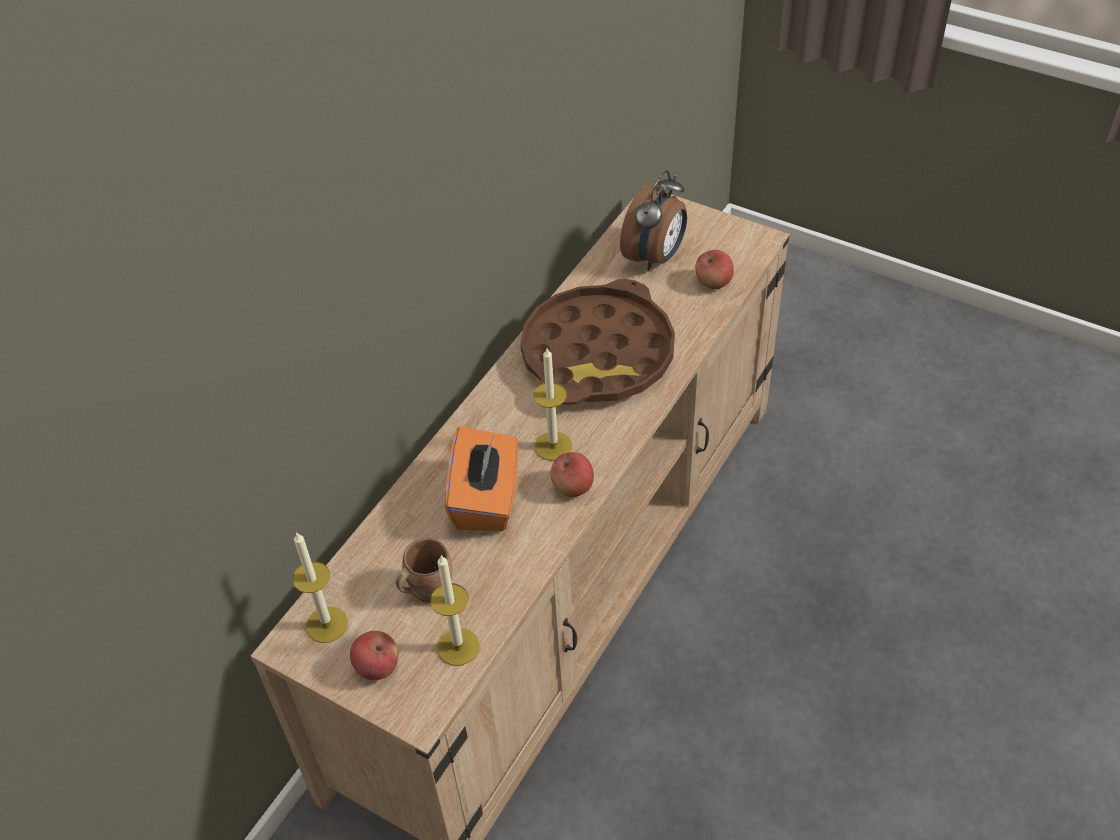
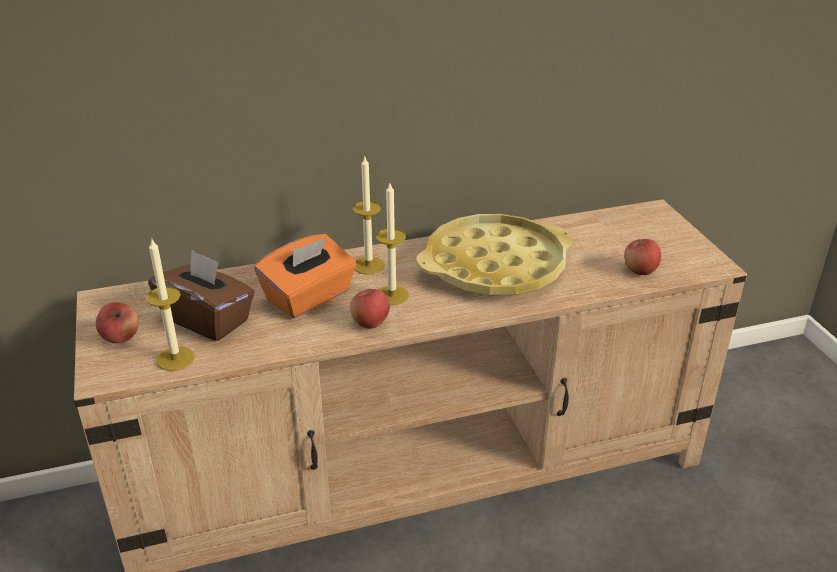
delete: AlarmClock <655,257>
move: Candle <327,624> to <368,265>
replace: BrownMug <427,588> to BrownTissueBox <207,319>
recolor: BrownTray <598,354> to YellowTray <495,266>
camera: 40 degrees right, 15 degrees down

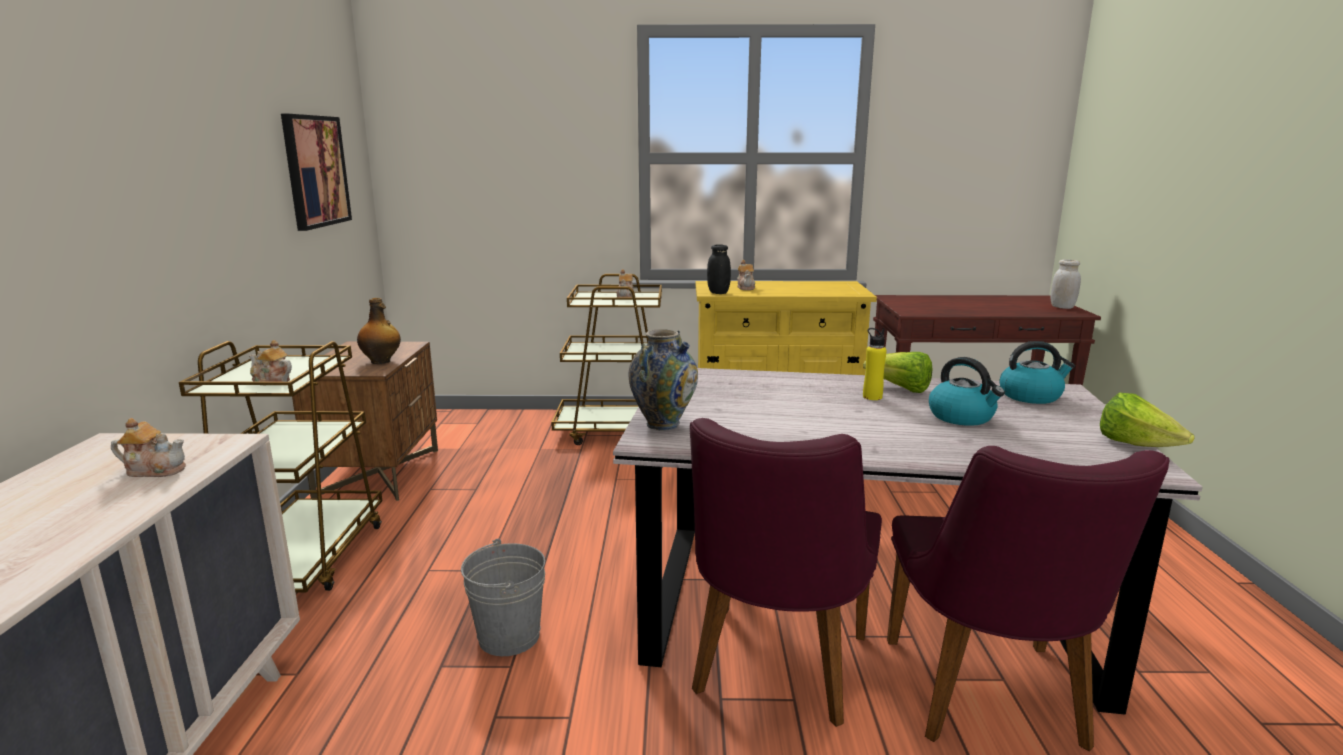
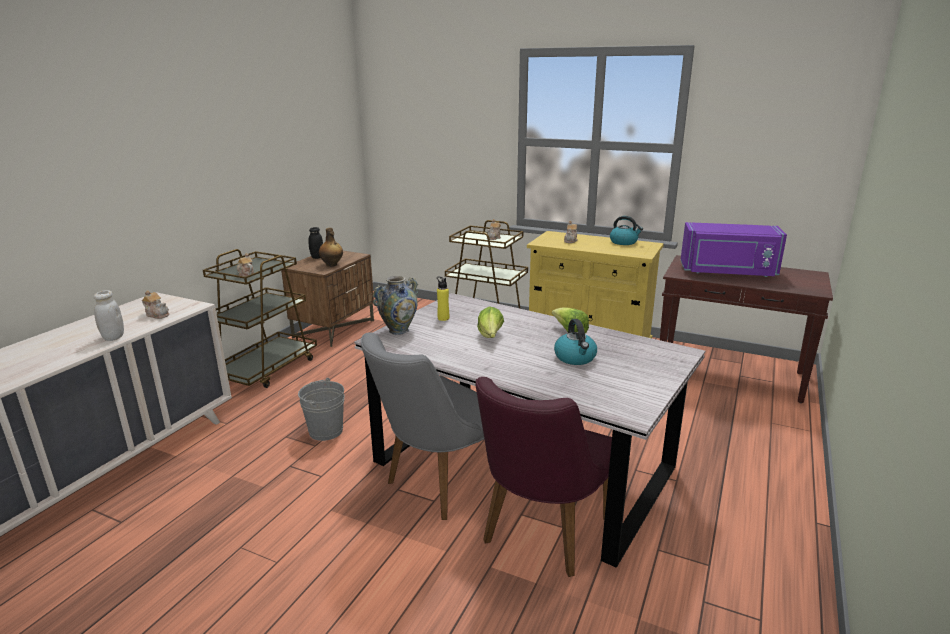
delete: Picture <315,171>
insert: PurpleMicrowave <728,272>
move: BlackJar <718,293> to <317,257>; YellowBottle <872,397> to <443,318>; Kettle <1031,396> to <624,242>; WhiteJar <1062,307> to <113,337>; Lettuce <1136,446> to <490,337>
recolor: PurpleChair <774,673> to GreyChair <437,485>
camera: 25 degrees right, 5 degrees up

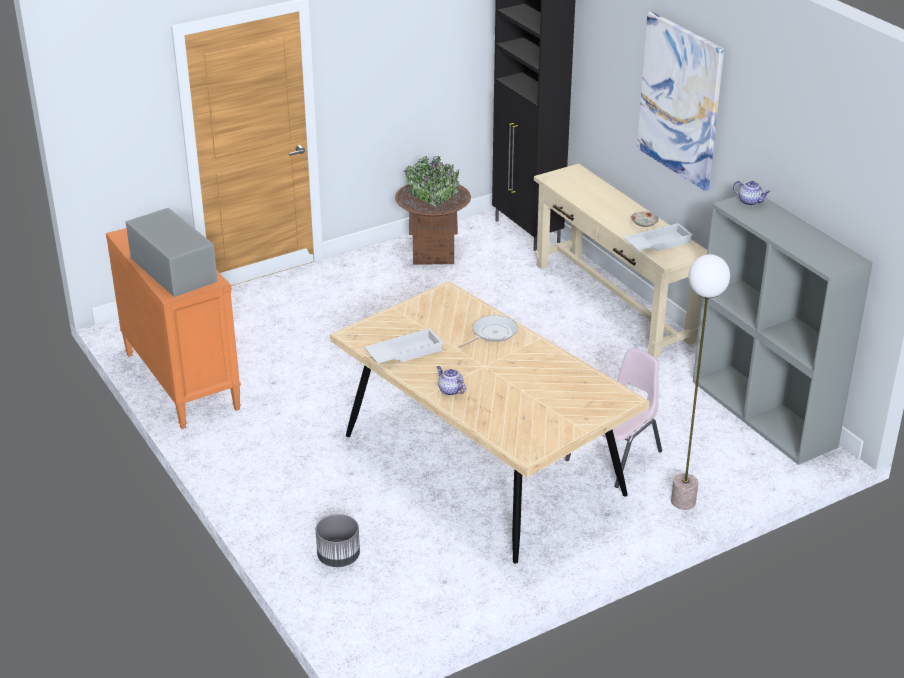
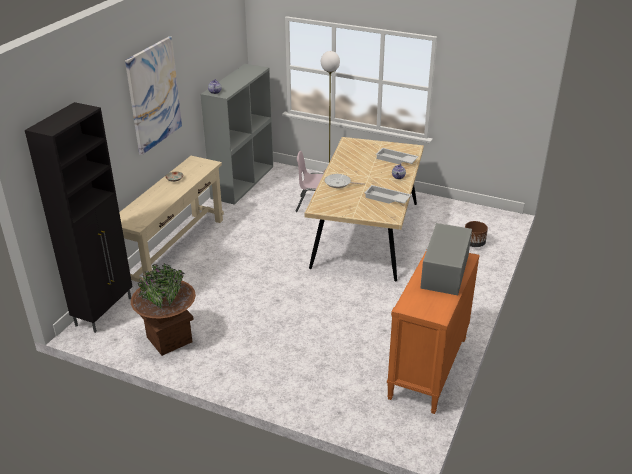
move: WhiteTray <657,243> to <396,160>
recolor: GreyPlanter <338,557> to BrownPlanter <474,244>
camera: 125 degrees left, 0 degrees up

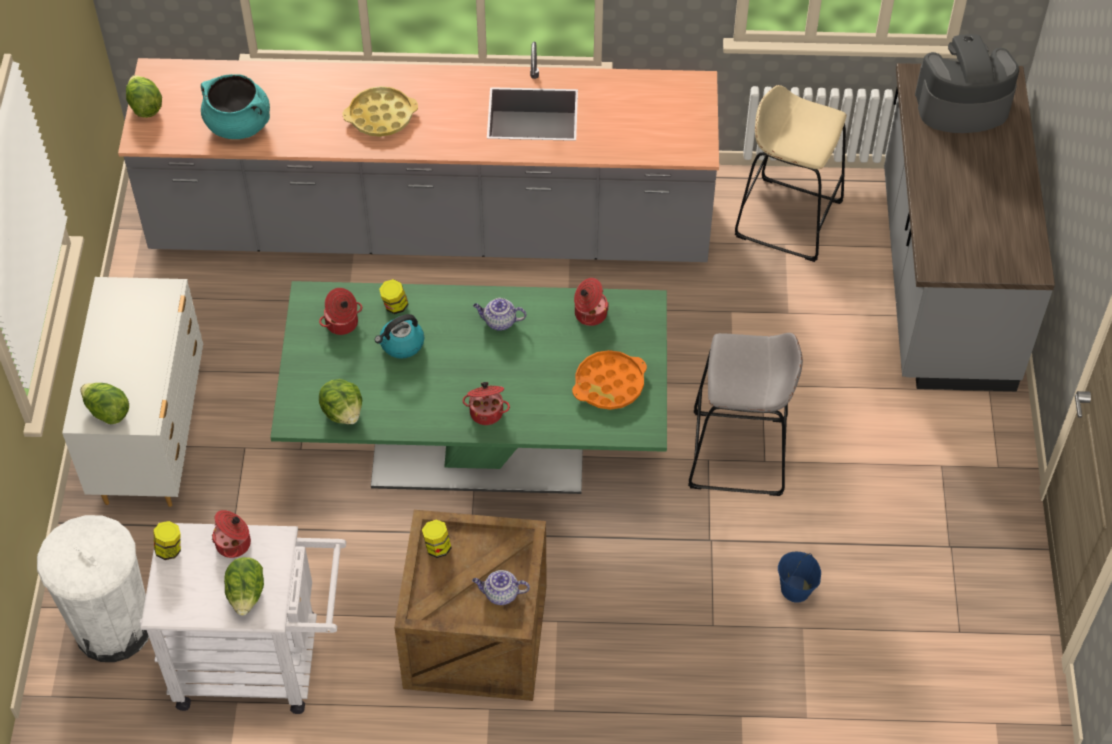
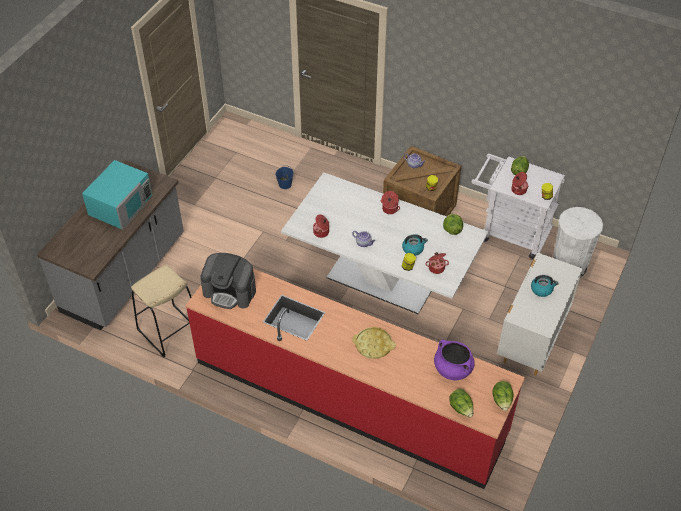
delete: OrangeTray <609,384>; GreyStool <738,454>
insert: TurquoiseMicrowave <121,204>; Kettle <542,289>
move: Lettuce <107,412> to <461,408>; CoffeeMachine <961,105> to <230,291>
recolor: GreyCounter <431,227> to RedCounter <349,397>; TurquoiseCookingPot <239,125> to PurpleCookingPot <452,369>; GreenDiningTable <478,449> to WhiteDiningTable <382,279>
camera: 155 degrees left, 5 degrees down

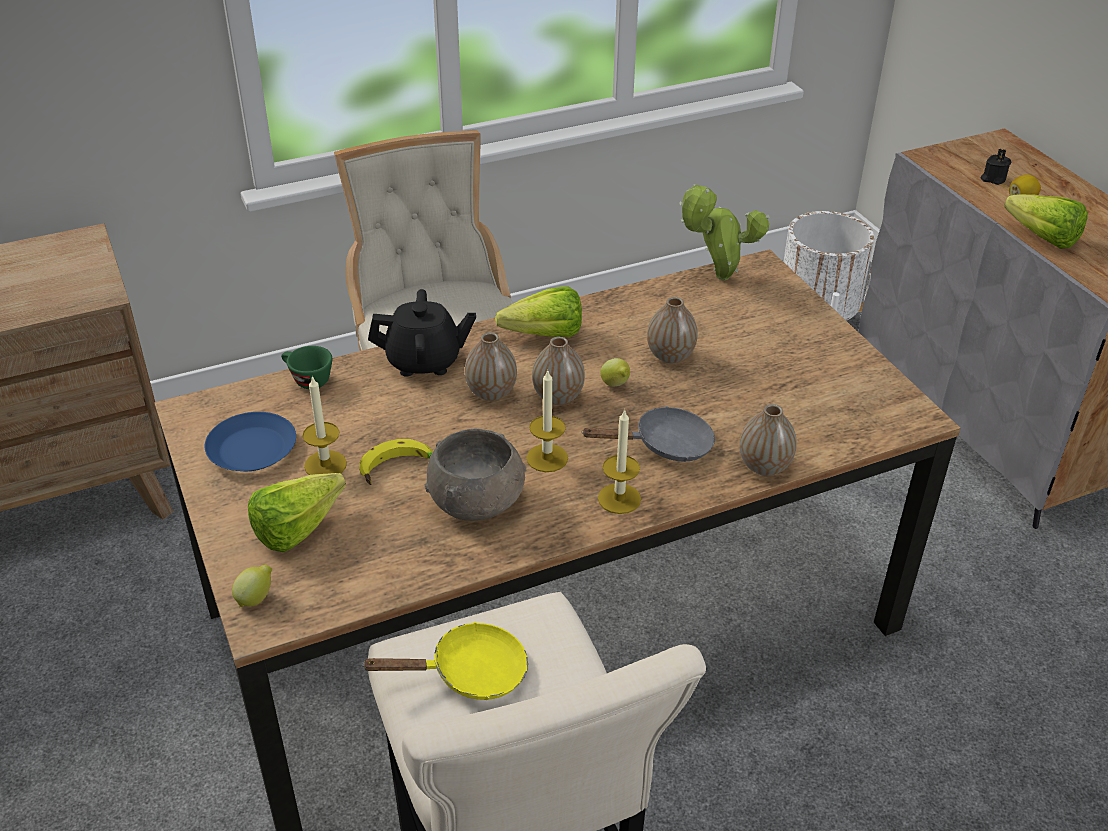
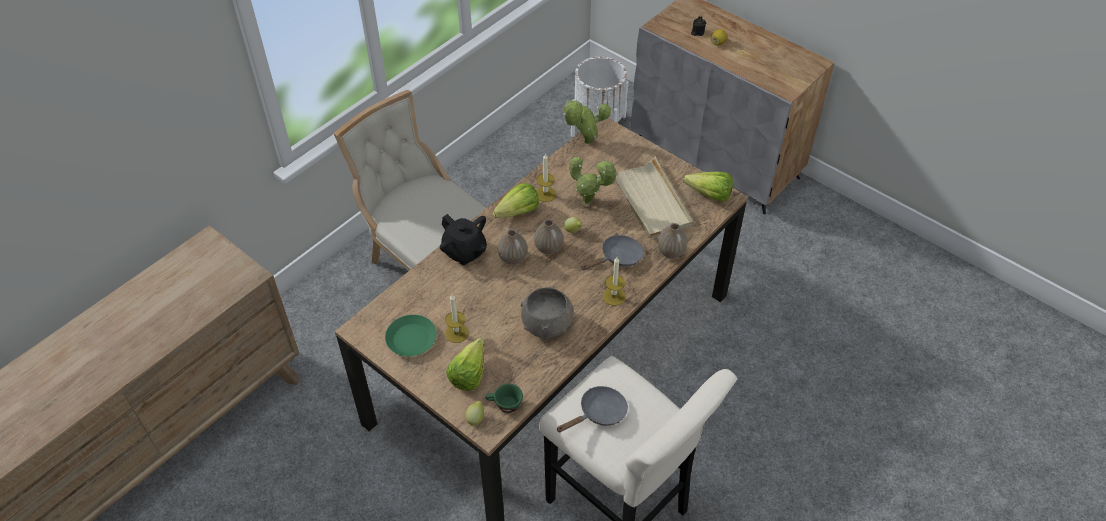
delete: Banana <397,469>
insert: BeigeTray <650,200>
move: GreenCup <307,379> to <504,405>; Candle <547,458> to <545,194>; Lettuce <1037,235> to <706,193>
replace: Vase <670,356> to PottedPlant <590,202>
recolor: BluePlate <252,449> to GreenPlate <411,338>; YellowFryingPan <469,673> to GreyFryingPan <599,413>
rotate: BlackTeapot <424,361> = <465,252> 75 degrees clockwise
camera: 25 degrees left, 10 degrees up

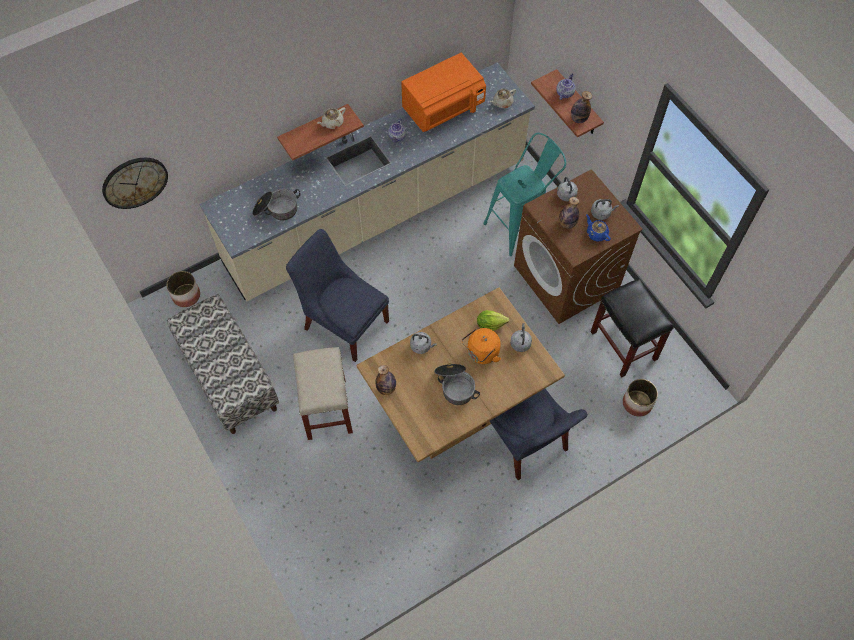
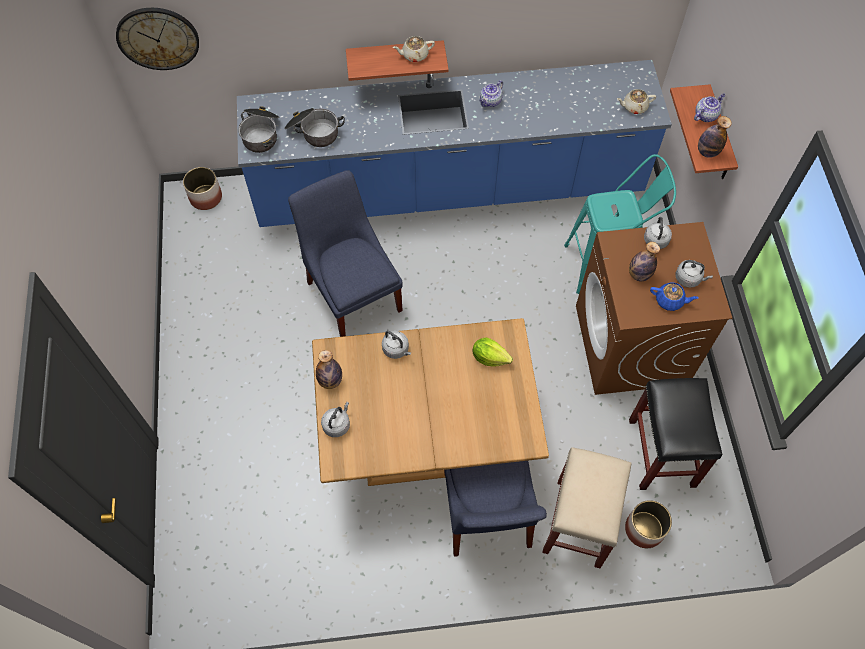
delete: Bench <228,377>; OrangeMicrowave <443,109>; OrangeKettle <481,353>
move: BeigeStool <326,408> to <578,521>; CookingPot <455,386> to <261,134>; GreyKettle <520,343> to <337,424>
recolor: BeigeCounter <377,215> to BlueCounter <449,190>
rotate: BlueTeapot <596,233> = <670,301> 120 degrees clockwise
camera: 25 degrees right, 0 degrees up

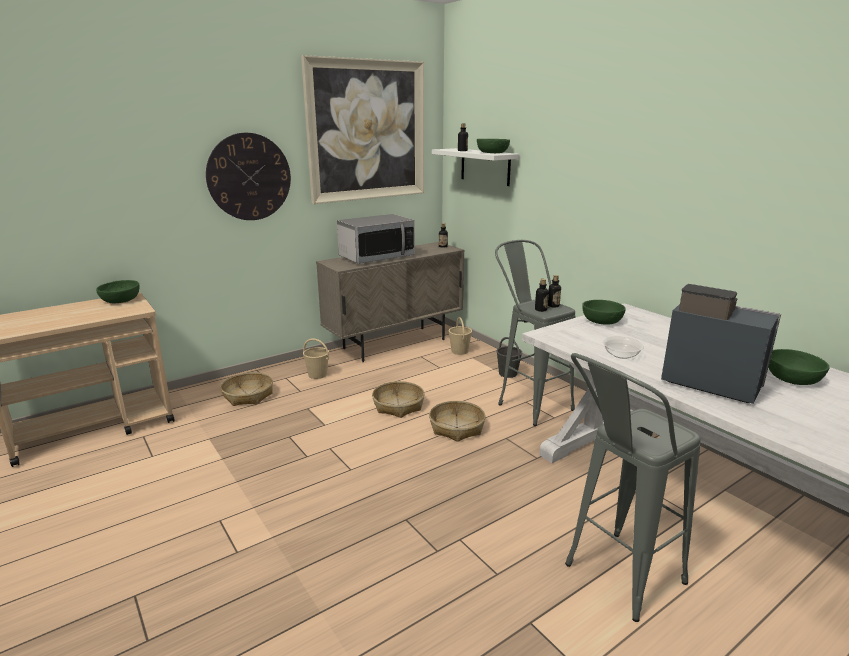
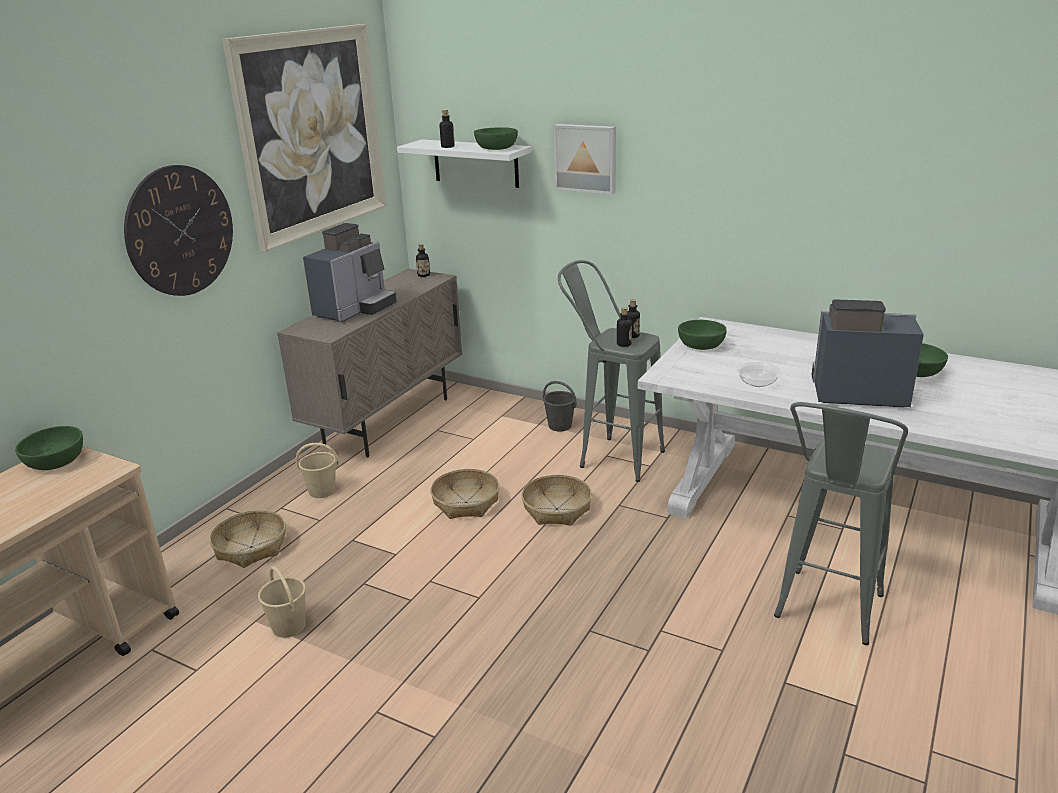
insert: Picture <586,158>
move: BeigeBucket <459,351> to <289,627>
replace: Microwave <376,257> to CoffeeMachine <355,309>
camera: 25 degrees left, 5 degrees up

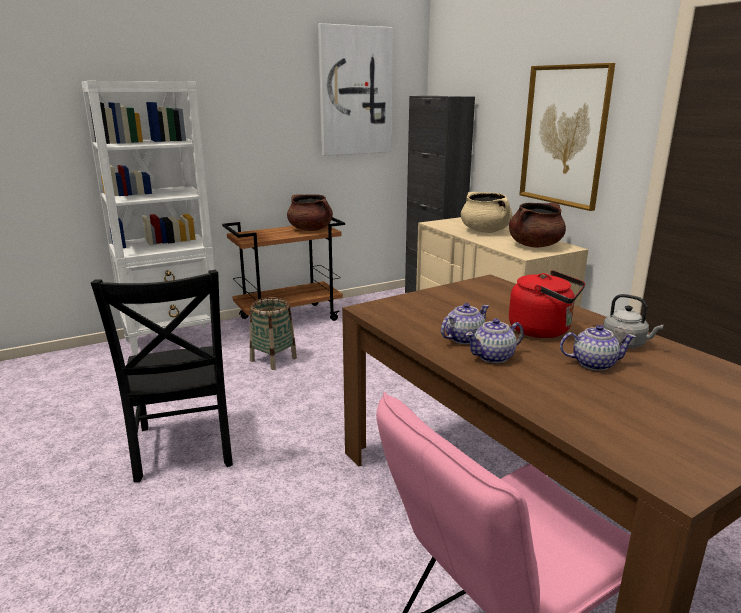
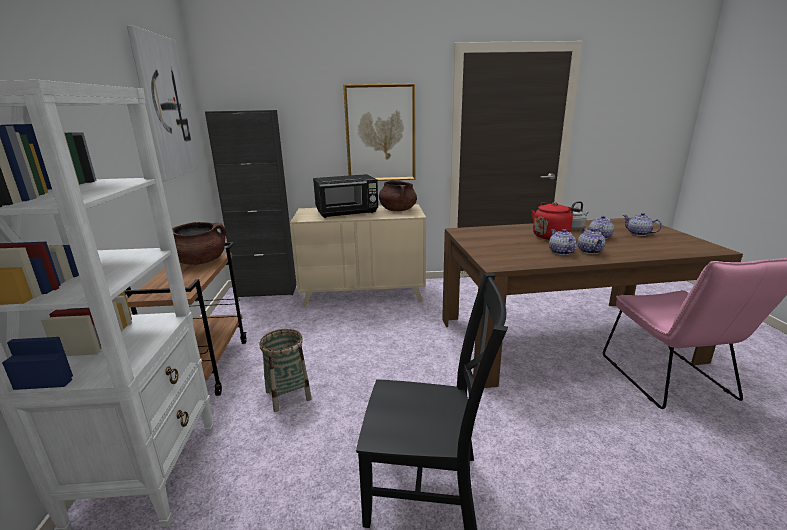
insert: Teapot <639,233>
replace: BeigeCookingPot <485,231> to BlackMicrowave <347,212>
camera: 65 degrees left, 0 degrees up

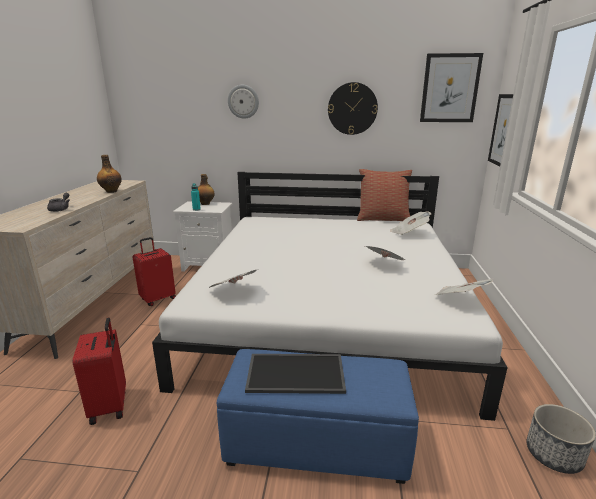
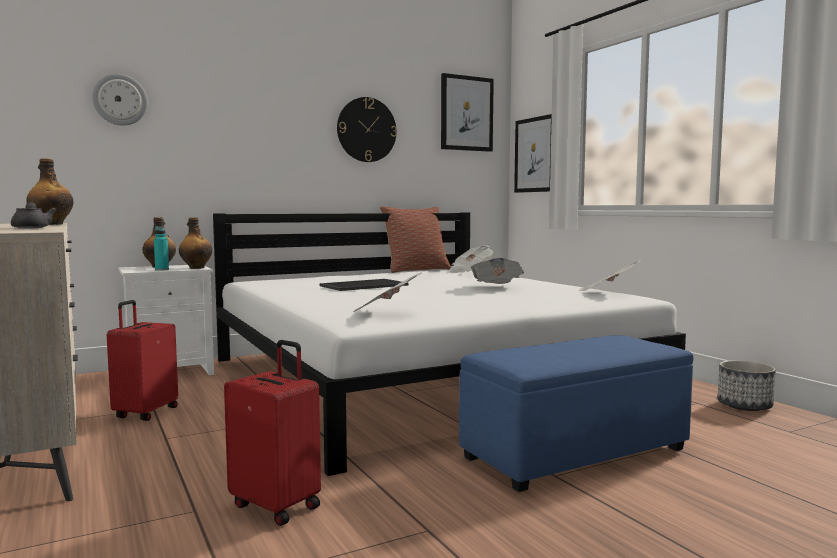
insert: Bottle <196,268>
move: WallClock <243,101> to <120,99>; Tray <296,372> to <364,285>
camera: 35 degrees left, 15 degrees down

